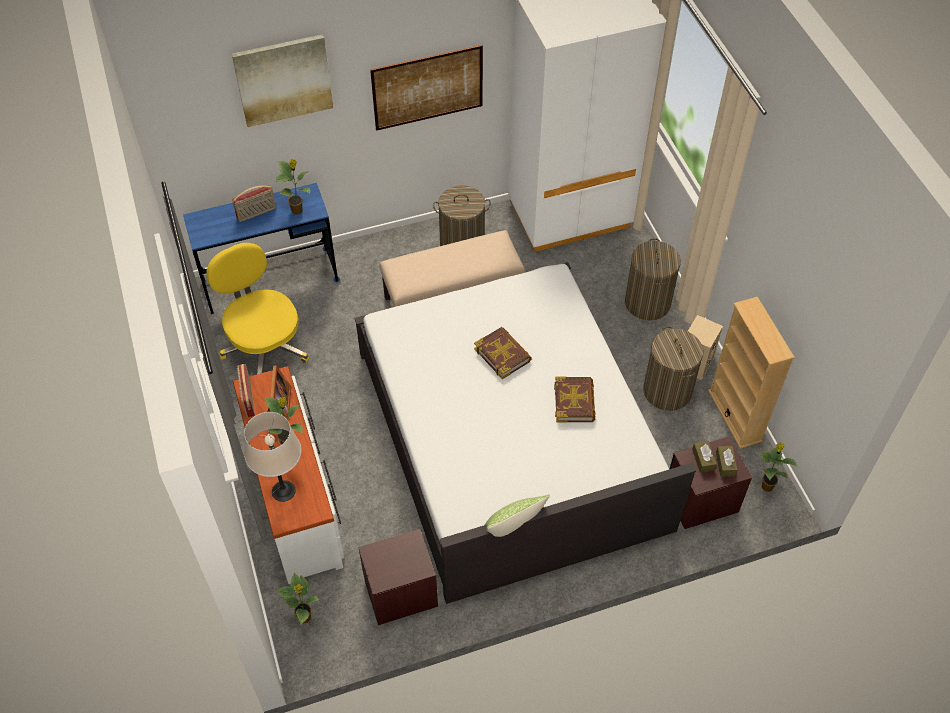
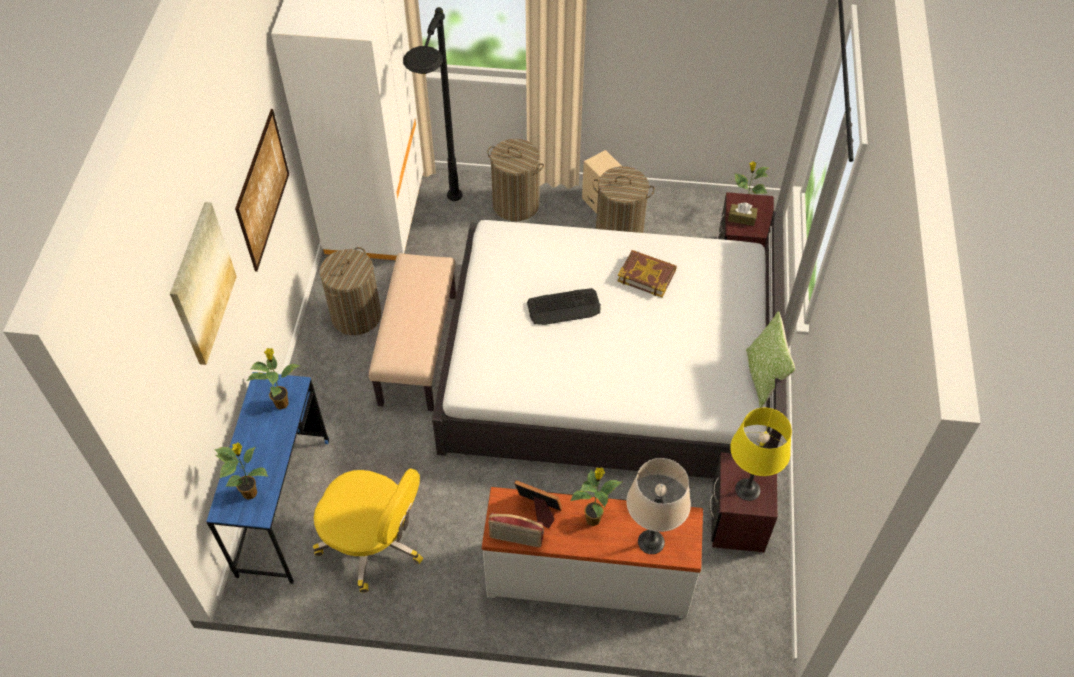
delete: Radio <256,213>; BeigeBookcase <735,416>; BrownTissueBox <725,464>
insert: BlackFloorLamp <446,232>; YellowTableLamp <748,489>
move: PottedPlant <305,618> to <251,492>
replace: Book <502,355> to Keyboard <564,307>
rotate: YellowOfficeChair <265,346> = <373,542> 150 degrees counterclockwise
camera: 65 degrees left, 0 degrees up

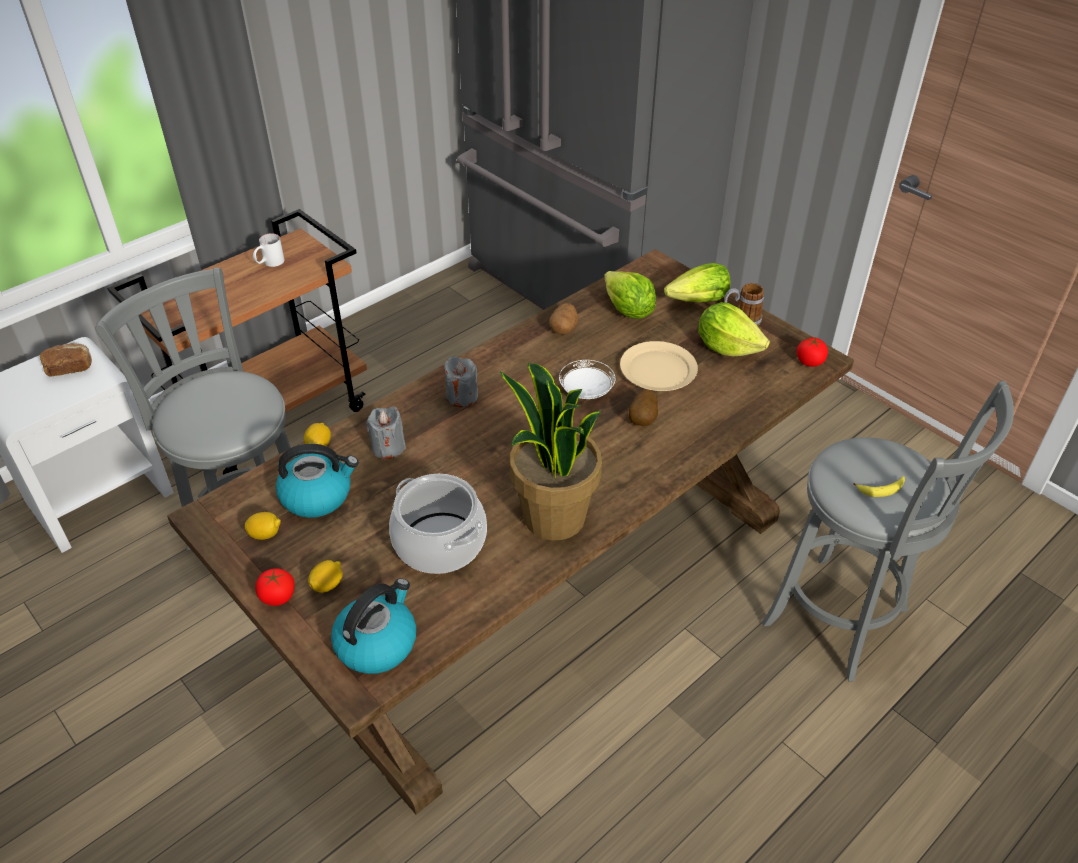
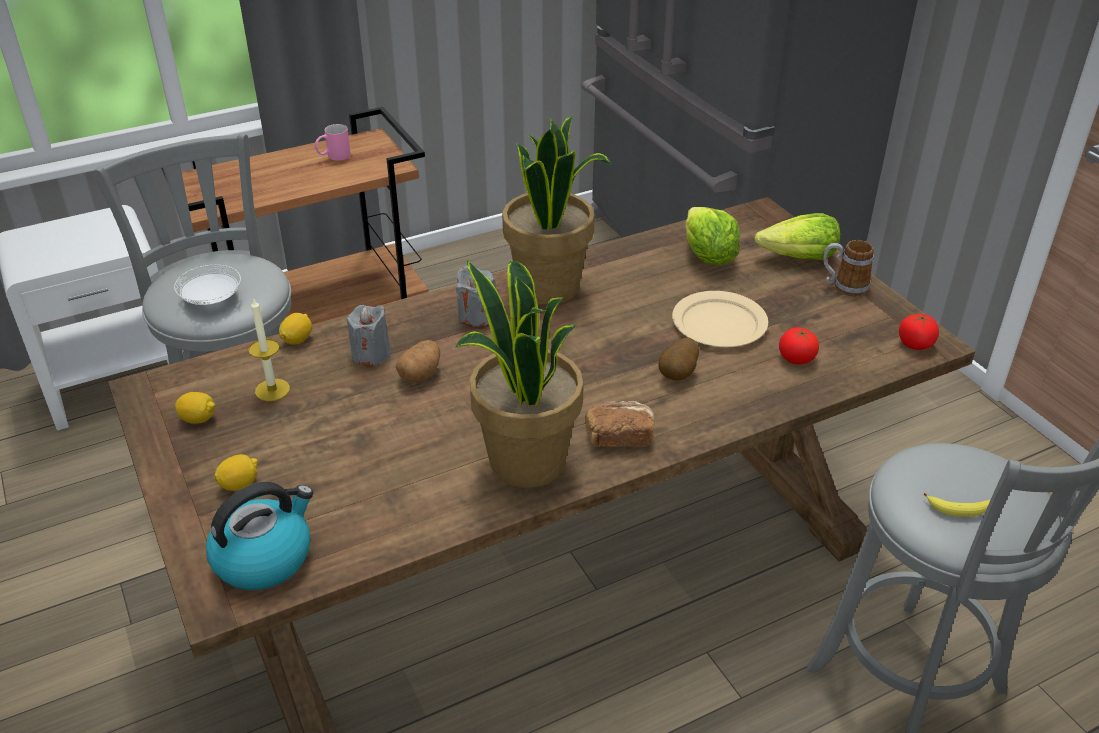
delete: CookingPot <439,543>; Lettuce <727,347>
insert: PottedPlant <549,287>
move: Bread <69,368> to <619,437>; Tomato <277,596> to <796,358>; Potato <563,328> to <420,374>; WhitePlate <586,392> to <211,300>
replace: Kettle <317,495> to Candle <272,390>
recolor: WhiteMug <269,263> to PinkMug <333,157>
camera: 15 degrees right, 5 degrees down

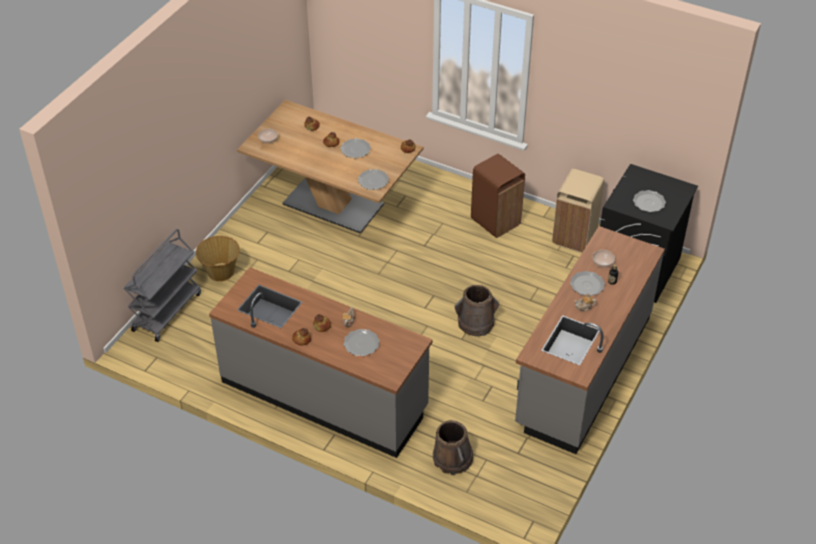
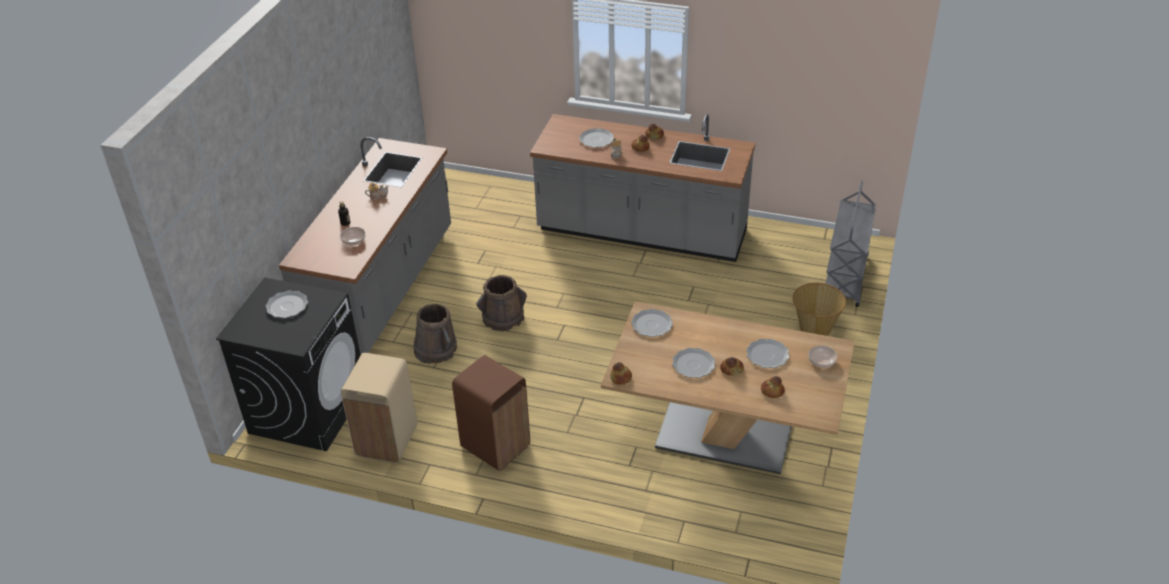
move: BrownBucket <452,458> to <436,349>; Plate <587,284> to <767,355>
camera: 170 degrees right, 5 degrees down

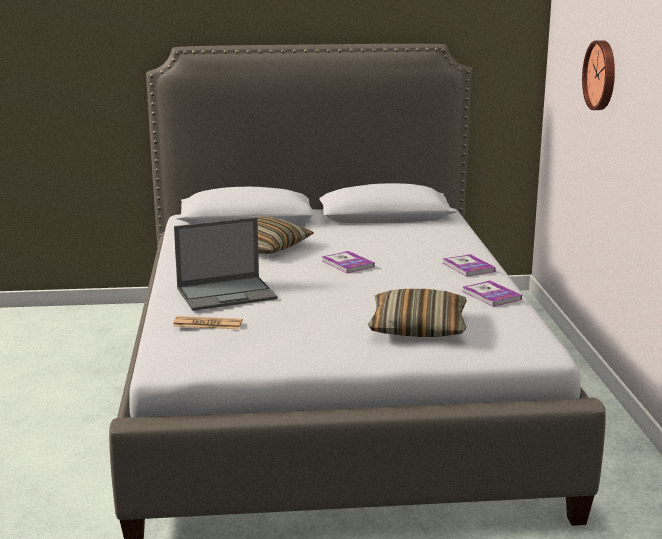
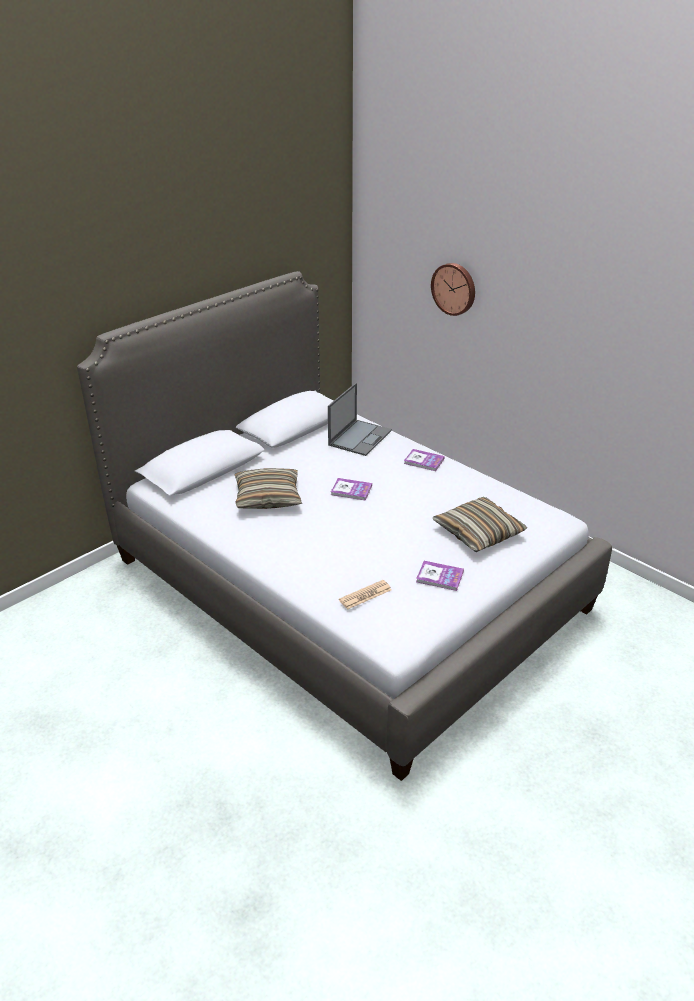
move: Laptop <227,293> to <360,437>; Book <491,295> to <439,577>
camera: 40 degrees left, 15 degrees up

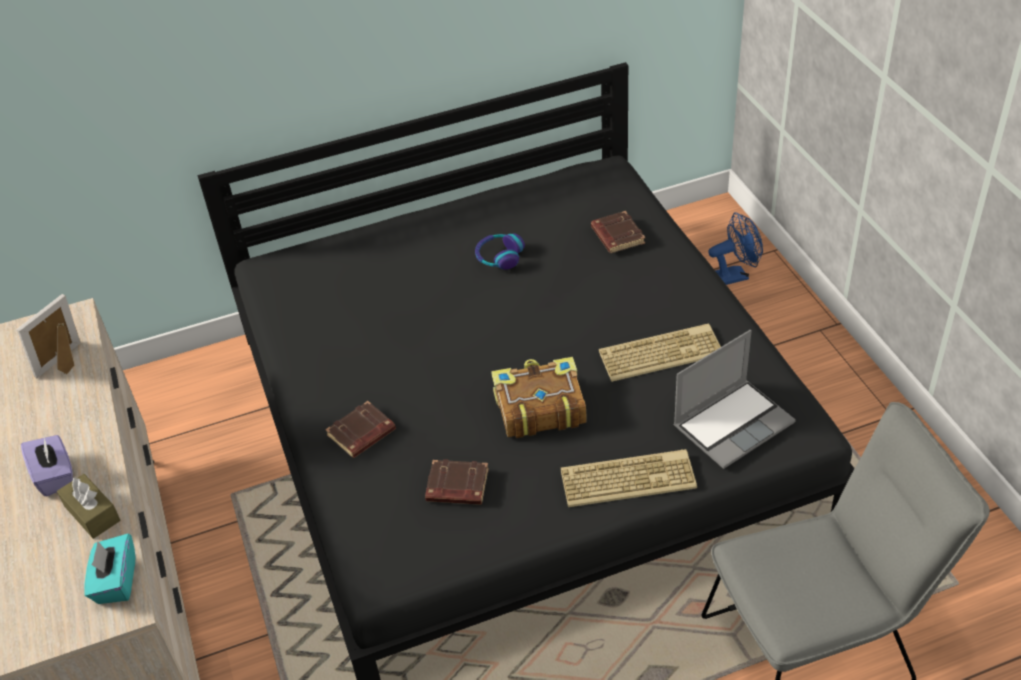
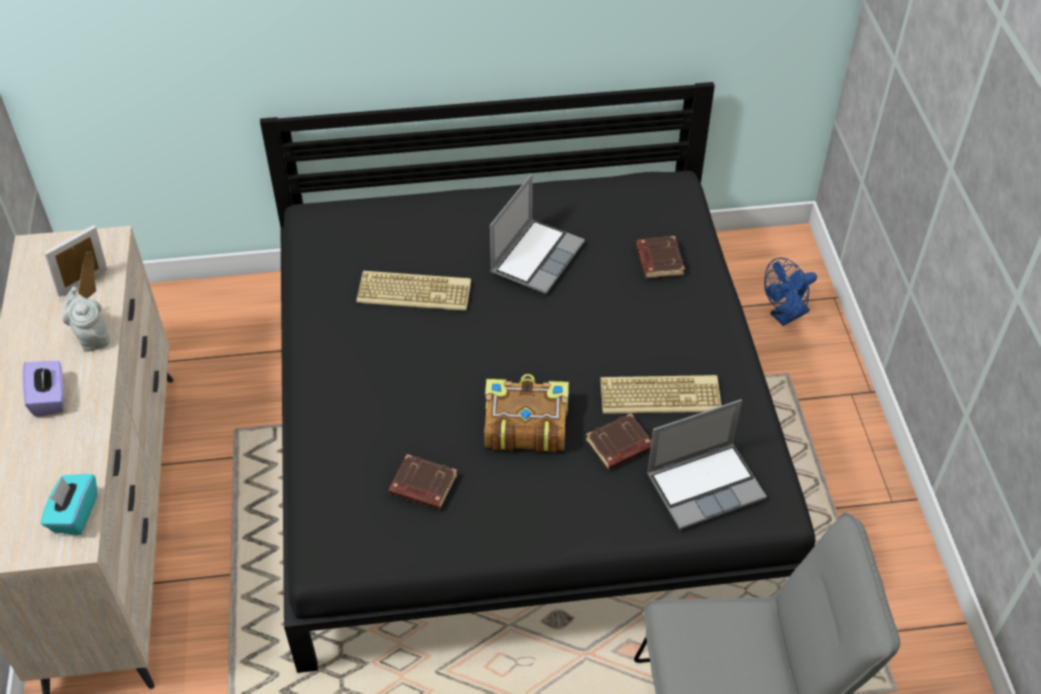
delete: BrownTissueBox <92,513>
insert: GreyTeapot <92,336>
move: BrownBook <361,434> to <619,446>; Keyboard <628,478> to <415,291>
replace: Headphones <499,257> to Laptop <536,257>
rotate: BlueFan <735,276> = <785,316> 150 degrees clockwise
camera: 10 degrees right, 5 degrees up

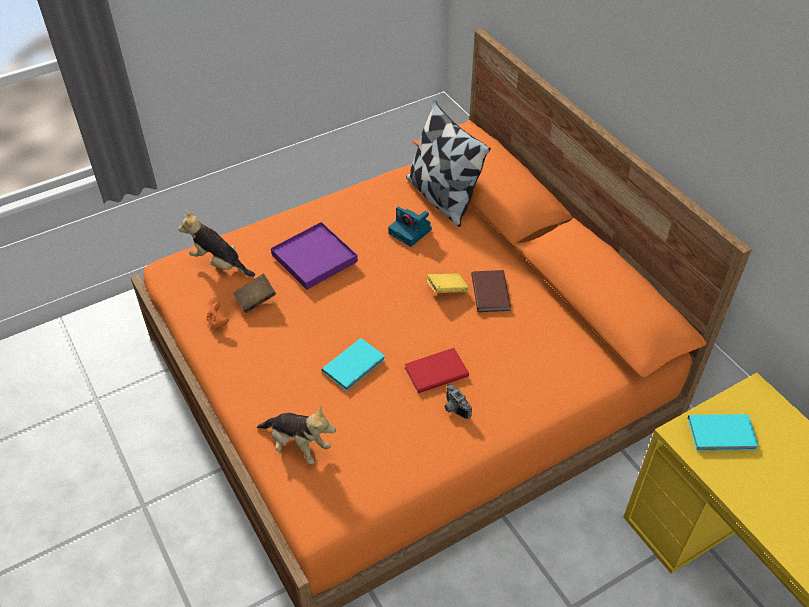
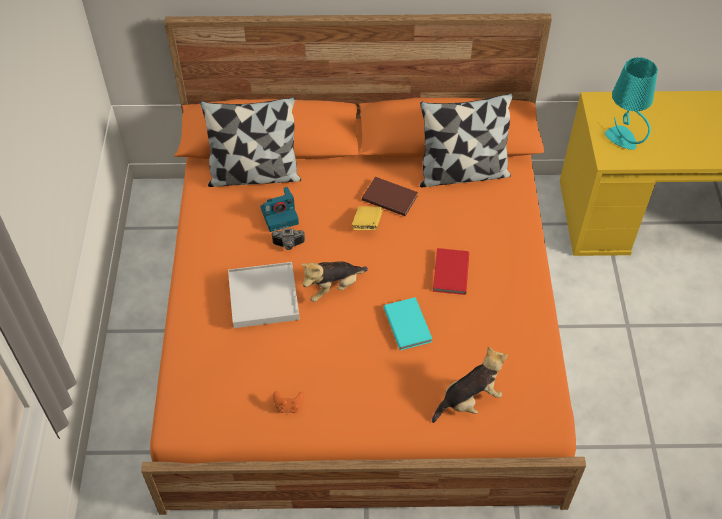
delete: BrownBook <255,300>
insert: Pillow <462,173>
move: PlushToy <219,264> to <333,288>; PhotoCamera <454,409> to <288,245>
replace: TurquoiseBook <722,435> to TurquoiseTableLamp <622,138>
recolor: PurpleTray <314,258> to WhiteTray <263,297>
camera: 60 degrees left, 5 degrees up

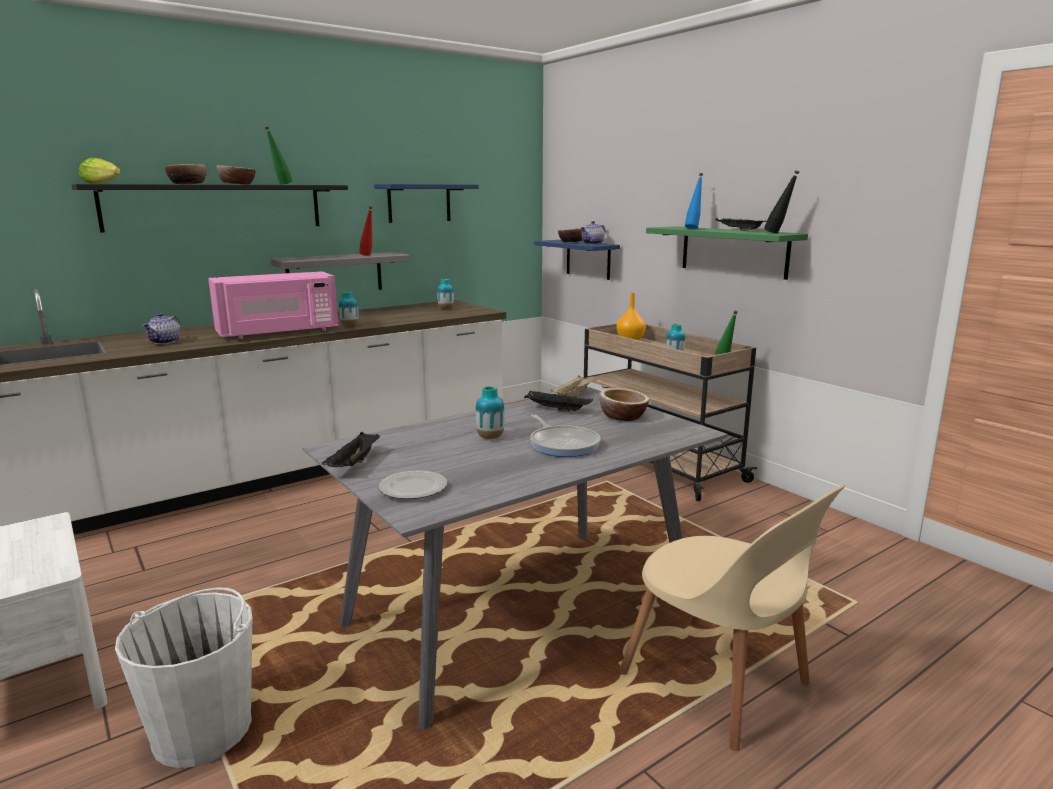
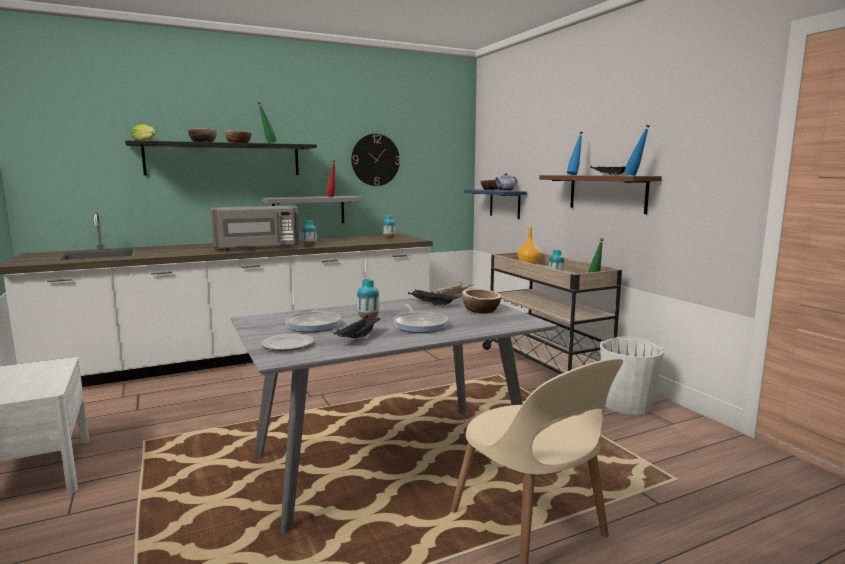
delete: Teapot <165,342>
insert: FryingPan <314,324>
move: WhiteBucket <203,730> to <626,404>; BlackTray <354,464> to <359,338>
replace: BlueShelf <419,203> to WallClock <375,160>
recolor: PinkMicrowave <279,332> to GreyMicrowave <257,248>; GreenShelf <733,251> to BrownShelf <607,193>; BlackBottle <778,233> to BlueBottle <635,175>
camera: 10 degrees right, 5 degrees down

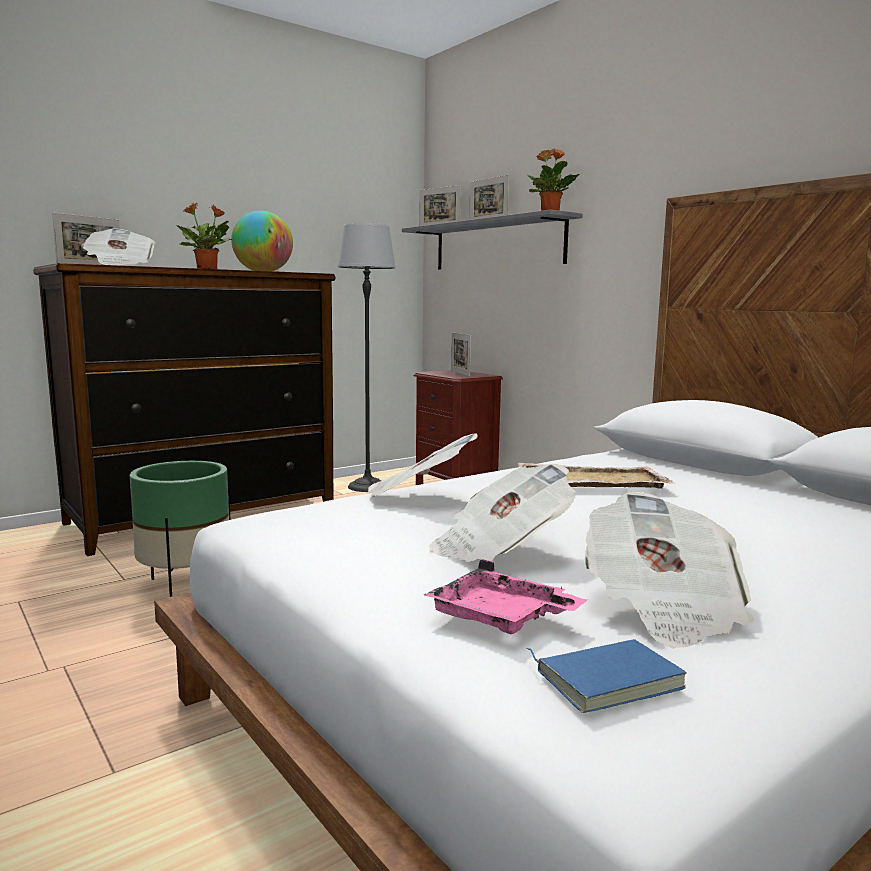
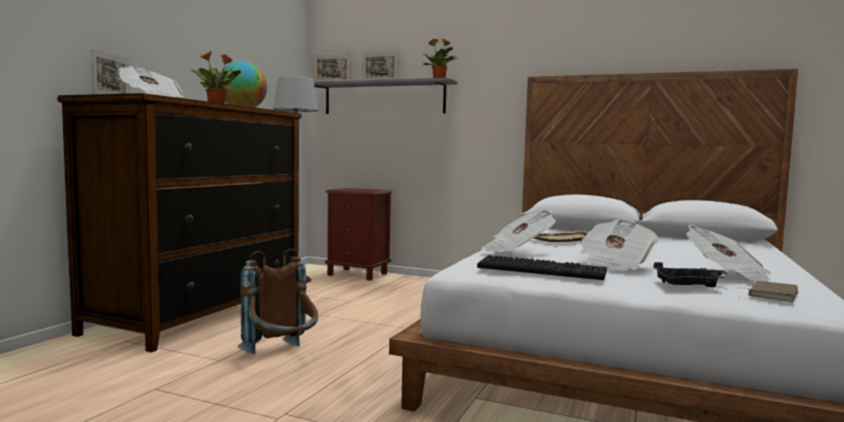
delete: PictureFrame <460,373>
insert: Keyboard <543,270>
replace: GreenPlanter <186,588> to BrownBackpack <282,356>
recolor: PinkTray <500,618> to BlackTray <690,285>; BlueBook <607,678> to BrownBook <771,294>
camera: 30 degrees left, 5 degrees down

